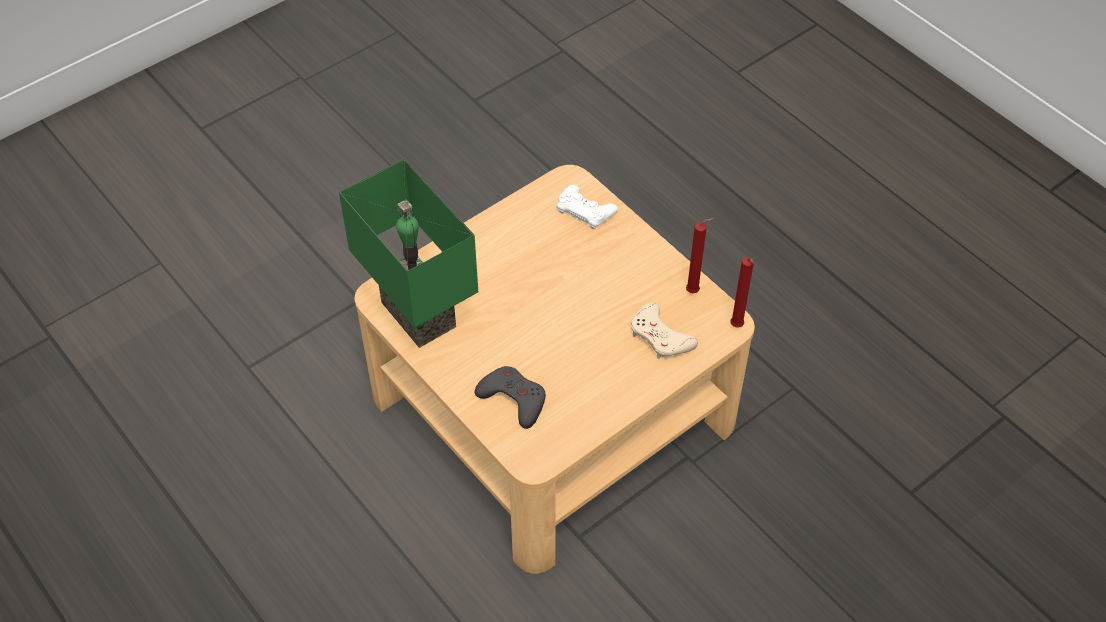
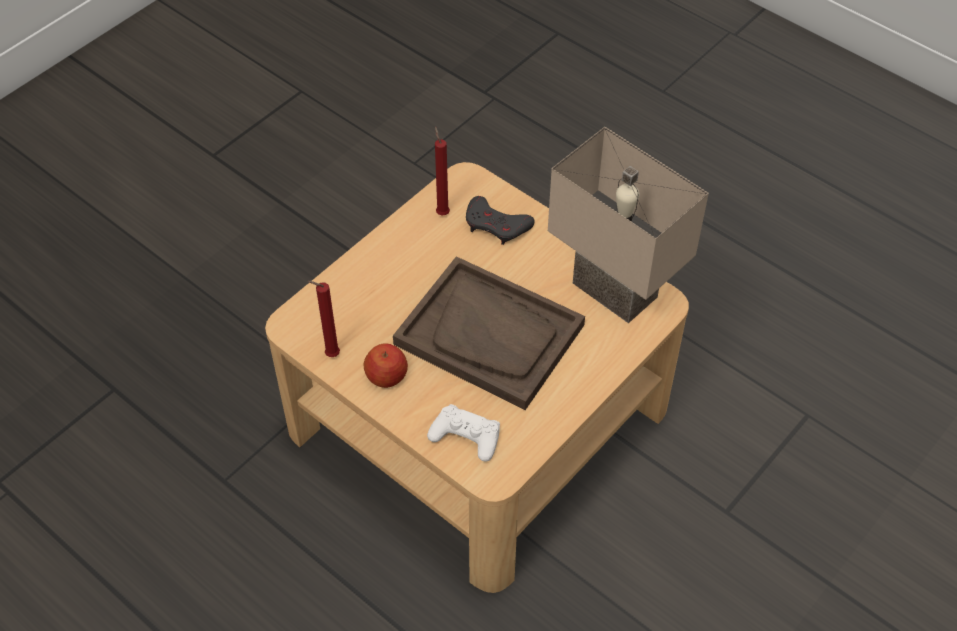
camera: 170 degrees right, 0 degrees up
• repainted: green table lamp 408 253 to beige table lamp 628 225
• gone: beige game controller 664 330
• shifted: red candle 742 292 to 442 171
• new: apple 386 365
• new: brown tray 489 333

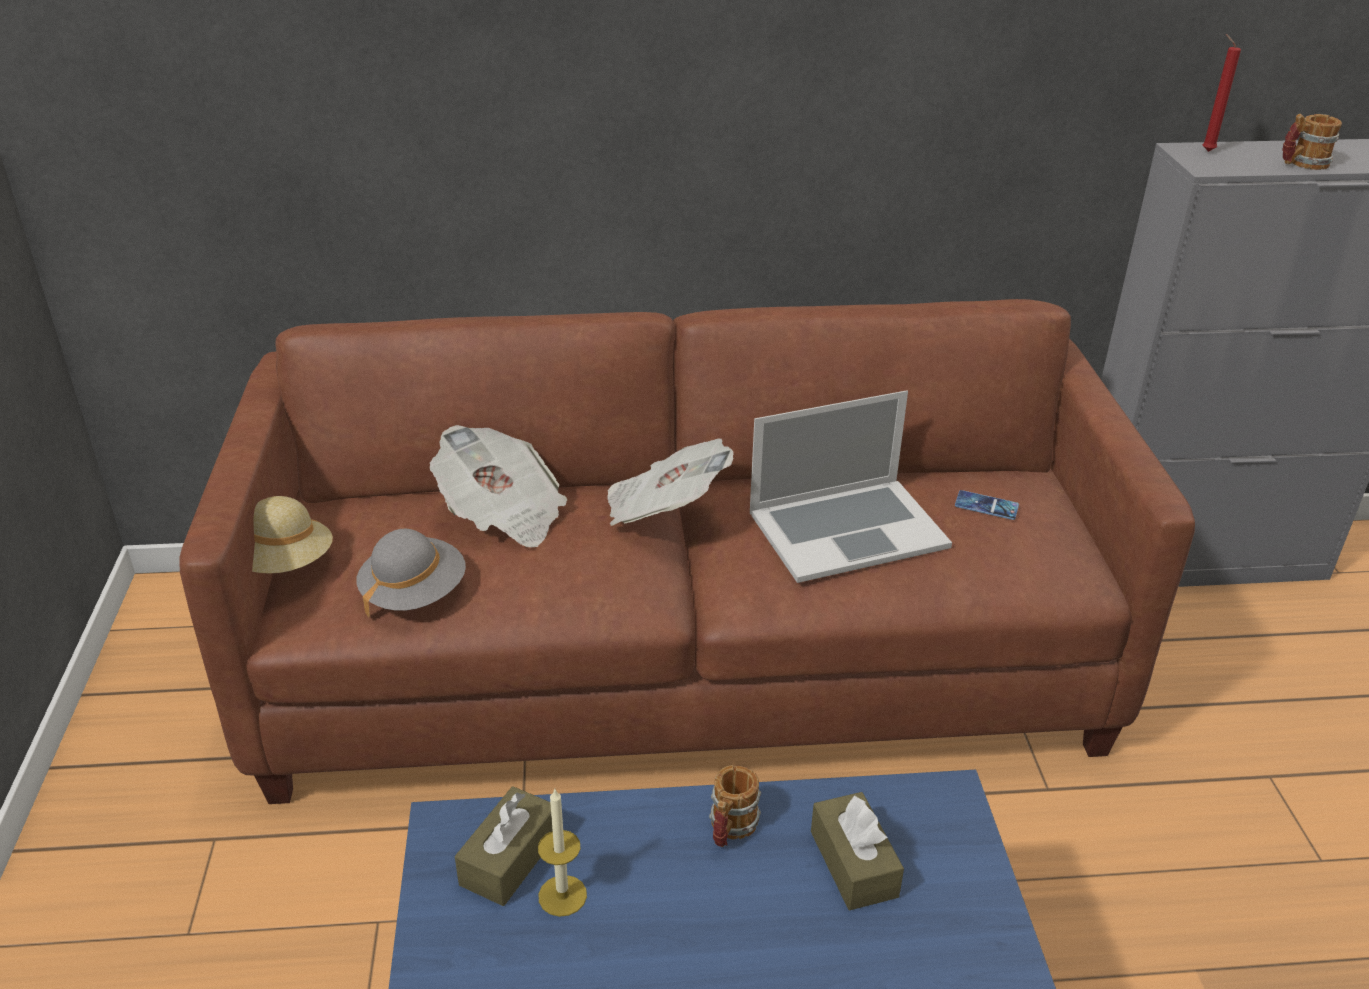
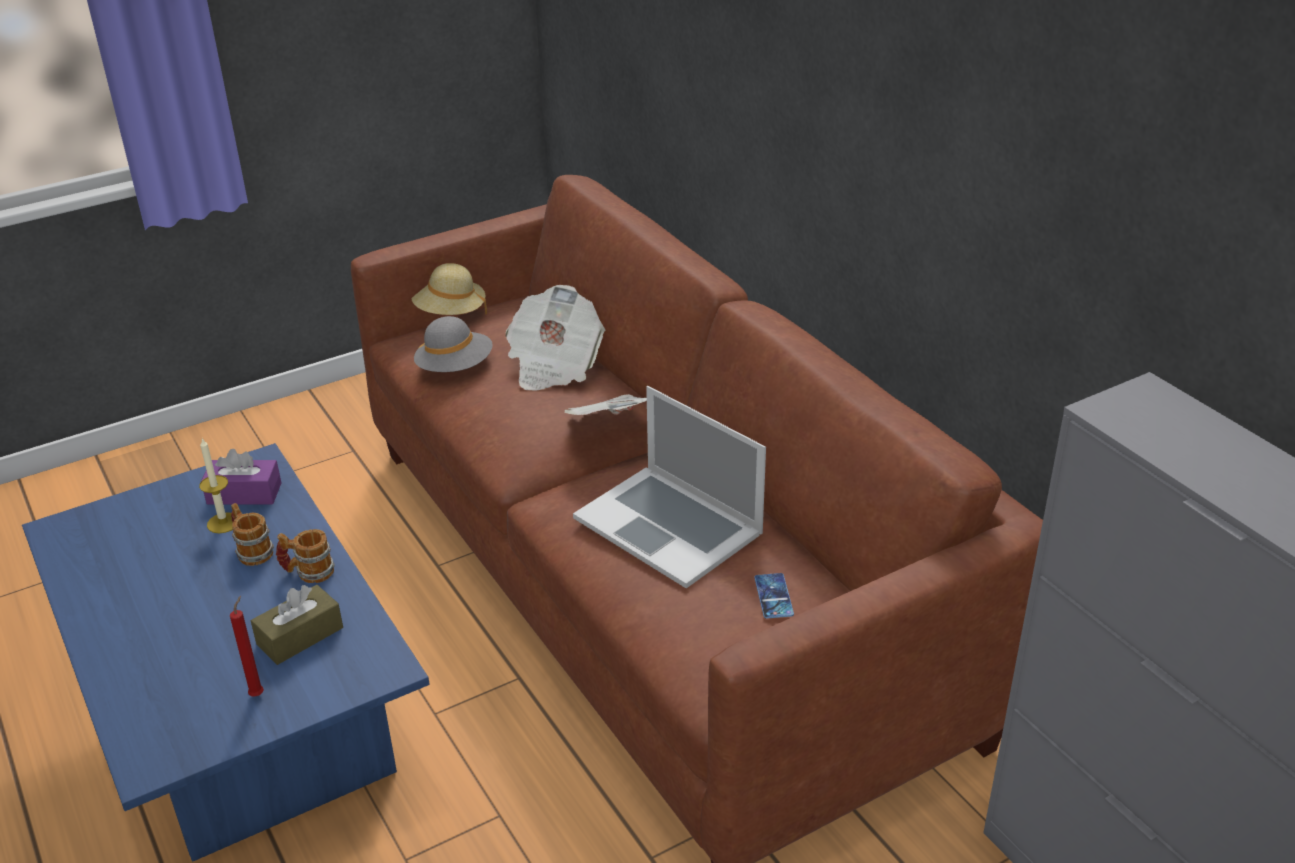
camera: 65 degrees right, 0 degrees up
• repainted: brown tissue box 504 846 to purple tissue box 241 477
• shifted: red candle 1222 93 to 247 646
• shifted: mug 1312 142 to 252 534

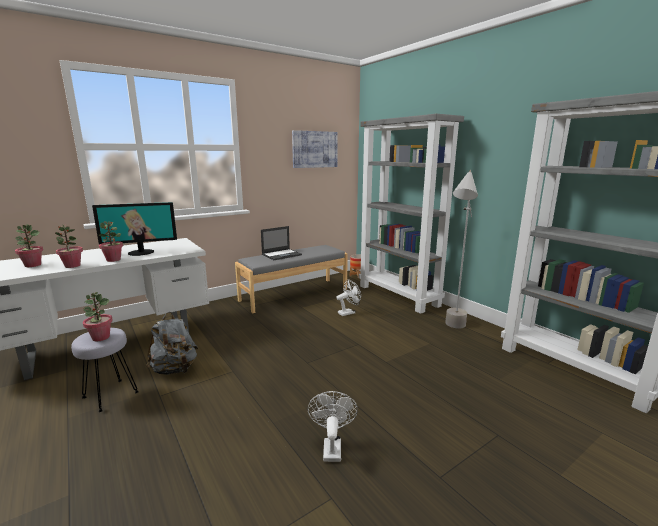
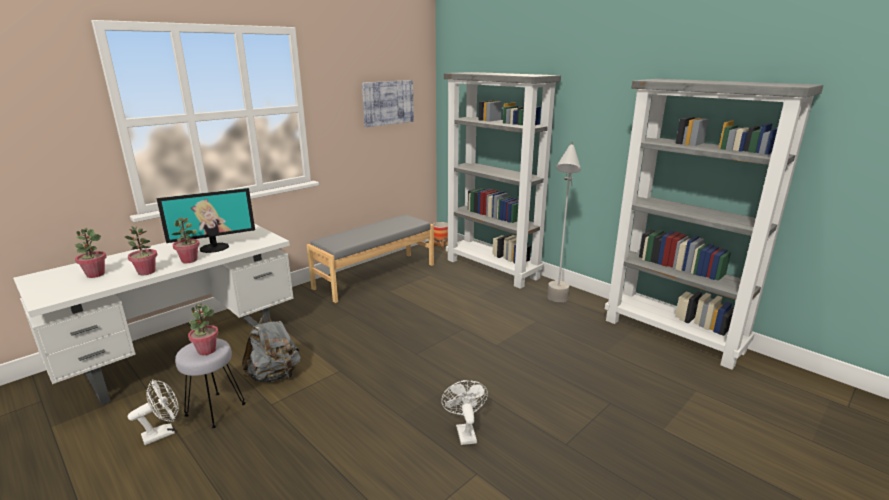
camera: 10 degrees left, 5 degrees up
• gone: laptop 281 243
• shifted: white fan 348 298 to 153 412

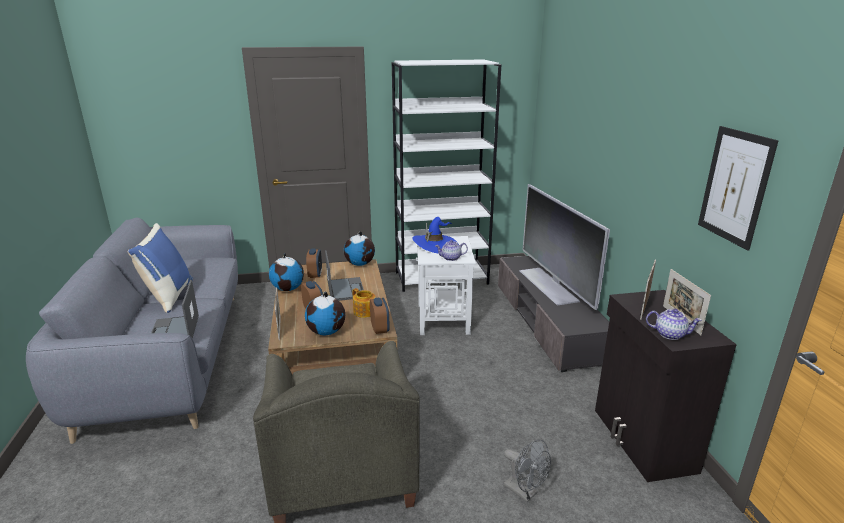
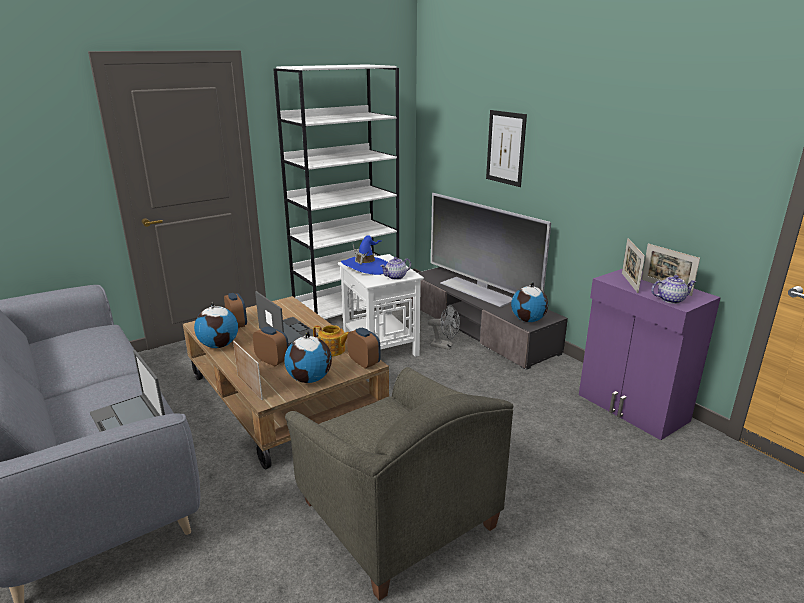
camera: 25 degrees left, 0 degrees up
• gone: blue pillow 160 268
• shifted: globe 359 248 to 529 302
• shifted: grey fan 527 470 to 444 327
• repainted: black cabinet 666 386 to purple cabinet 650 354
• shifted: picture 738 188 to 506 148

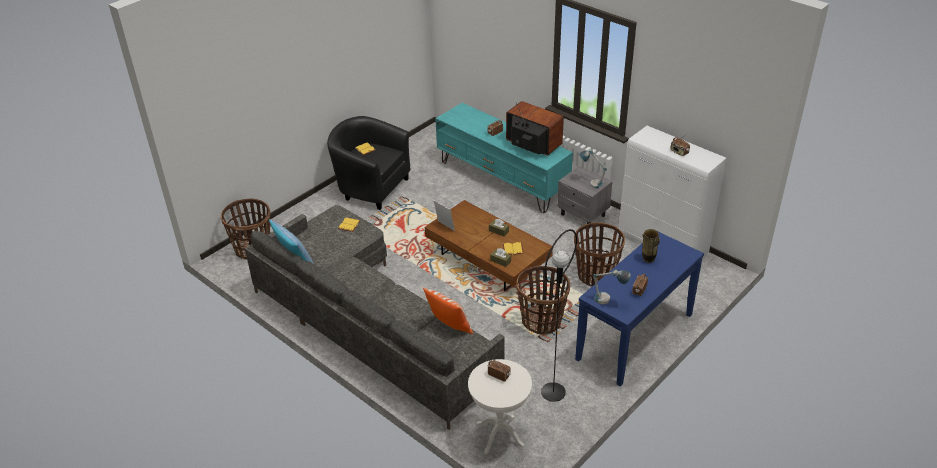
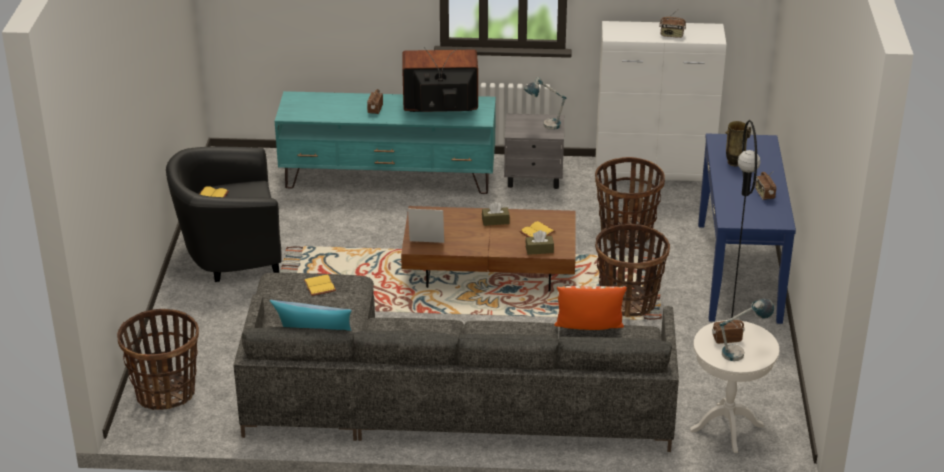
camera: 40 degrees left, 5 degrees down
• shifted: table lamp 612 286 to 746 330

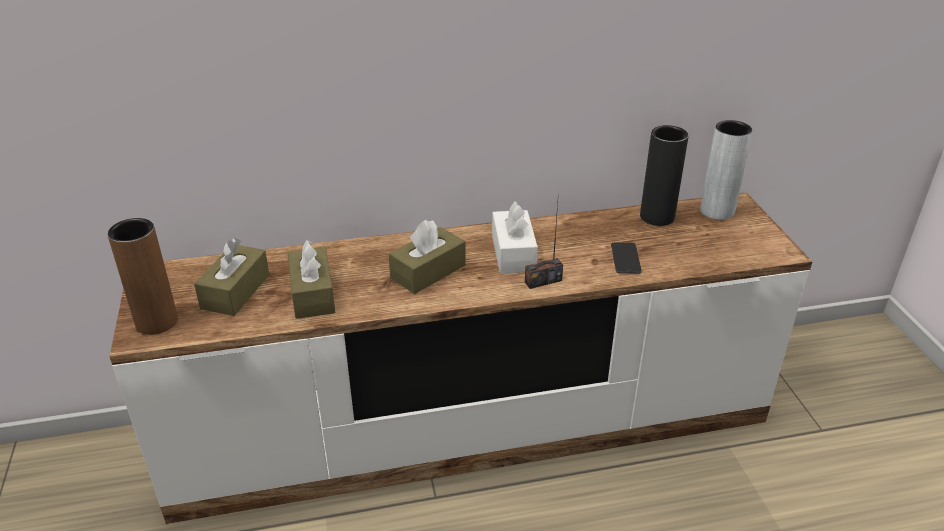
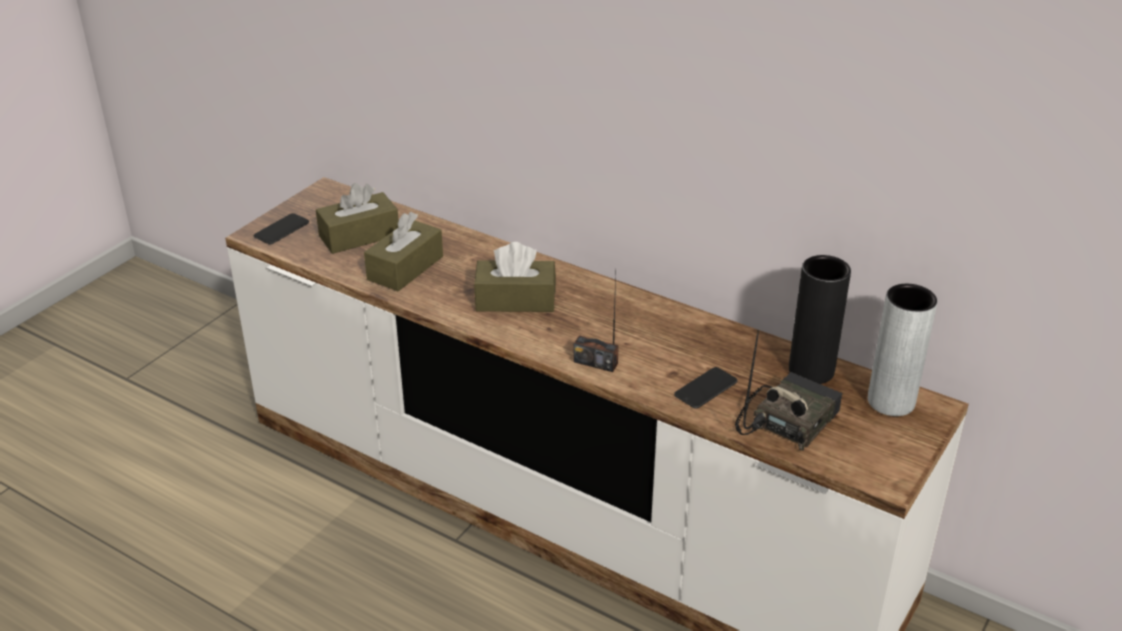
camera: 45 degrees right, 0 degrees up
• swapped: brown vase 142 276 to phone 281 228
• gone: white tissue box 515 237
• new: radio 788 390

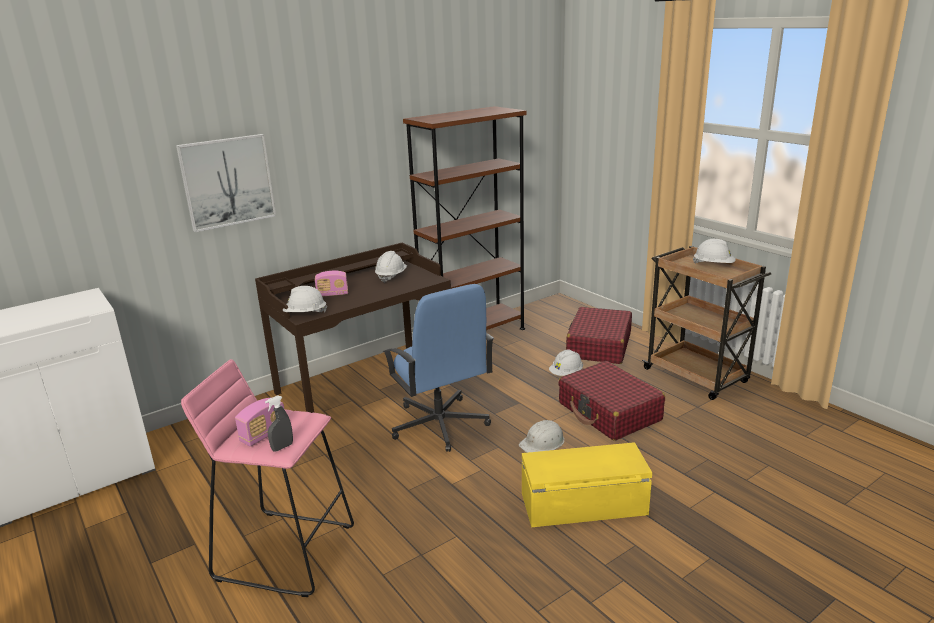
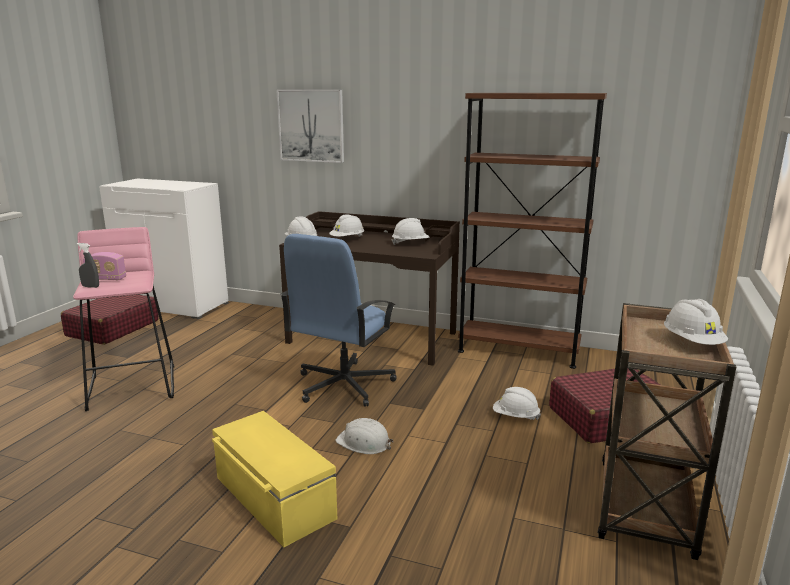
camera: 55 degrees right, 5 degrees down
• swapped: radio 331 284 to white hard hat 346 225
• shifted: red suitcase 611 401 to 110 320

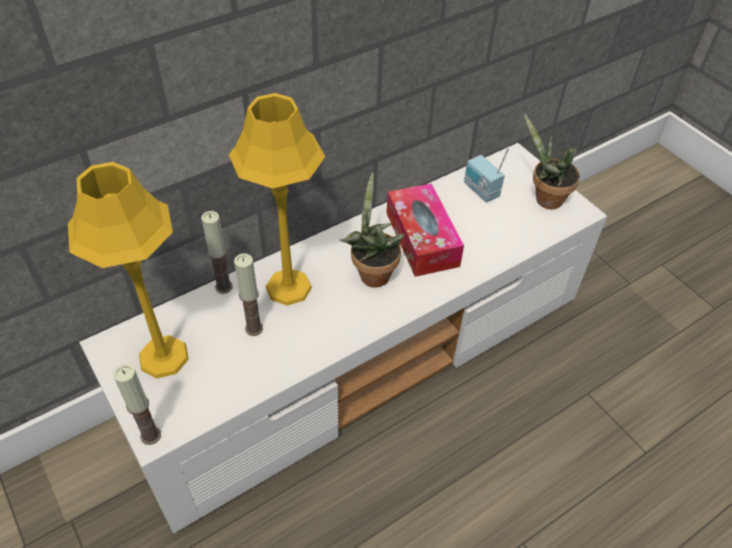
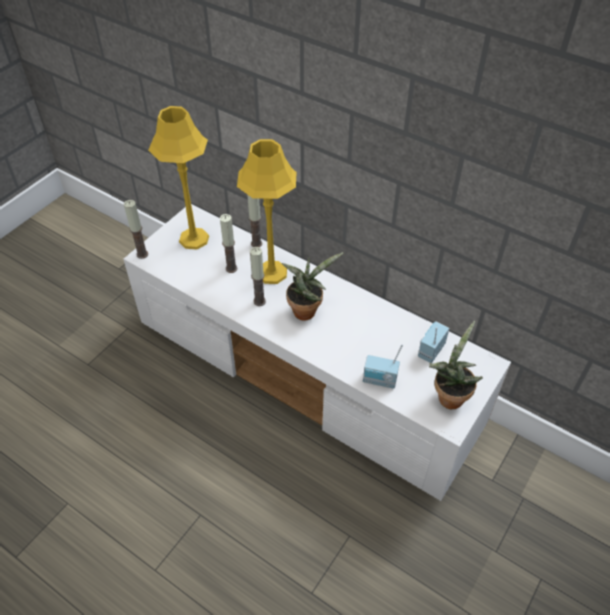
camera: 70 degrees right, 0 degrees up
• gone: tissue box 425 230
• new: candle 258 276
• new: radio 383 366

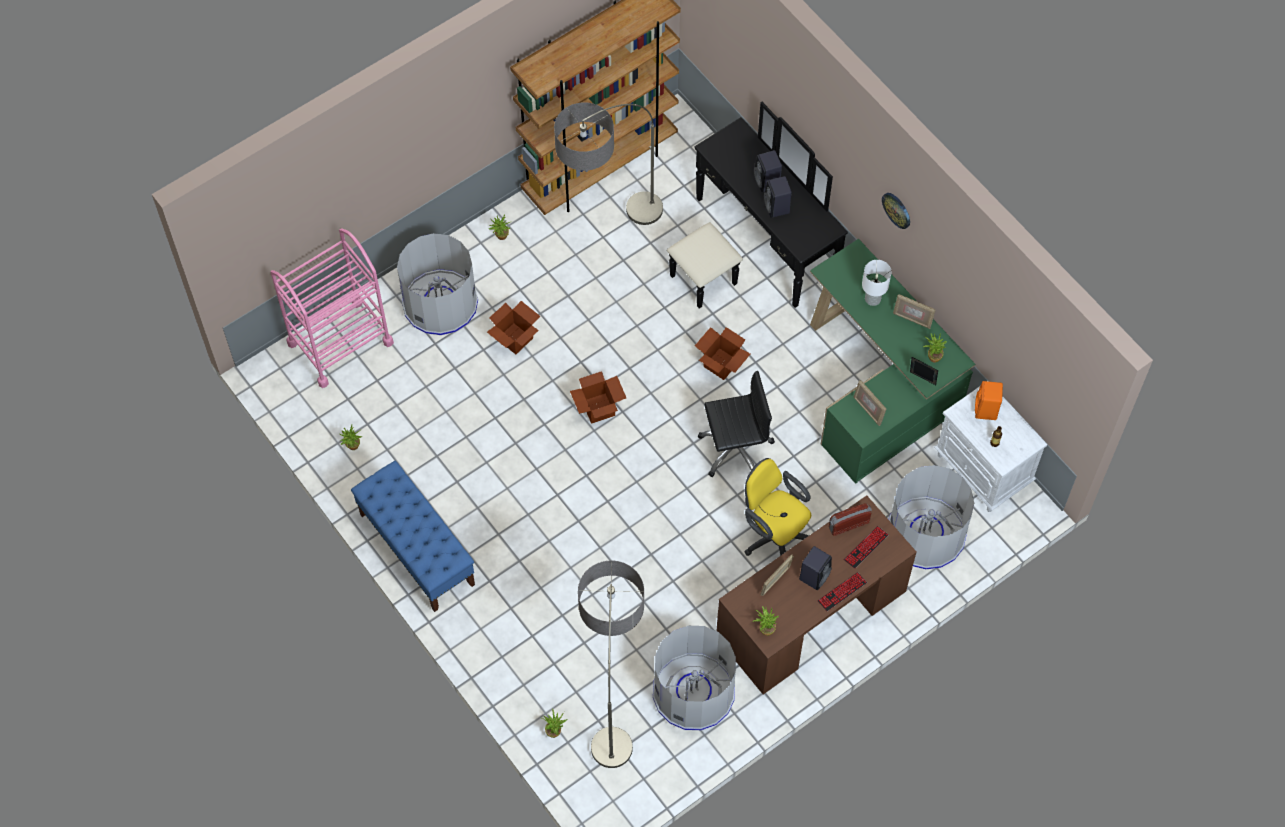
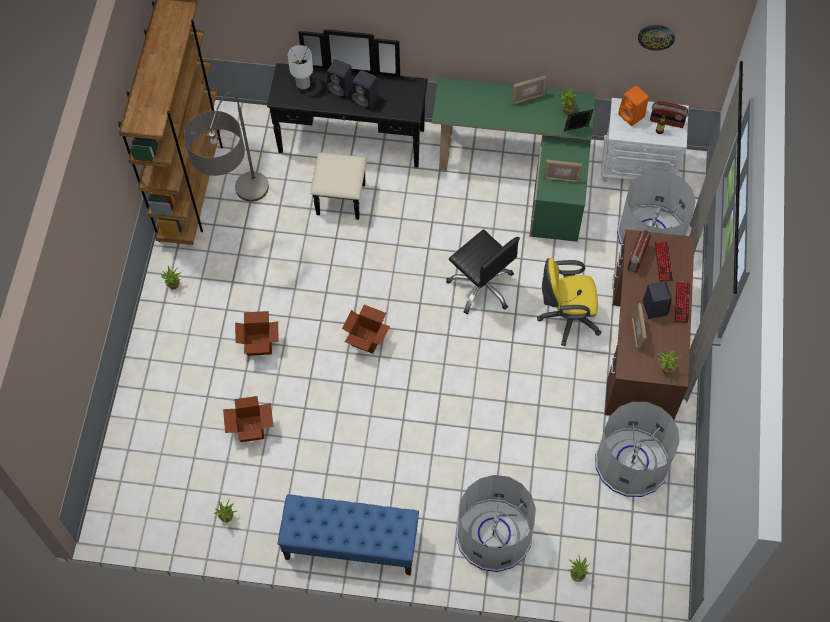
camera: 45 degrees left, 0 degrees up
• gone: pink cart 332 308
• shifted: grey trash can 437 284 to 496 523
• gone: floor lamp 611 664
• shifted: cardboard box 722 353 to 248 419
• rotated: black office chair 736 424 = 483 271 105 degrees clockwise
• shifted: white table lamp 877 283 to 300 67
• shifted: wall clock 896 211 to 656 38
• new: radio 669 114

